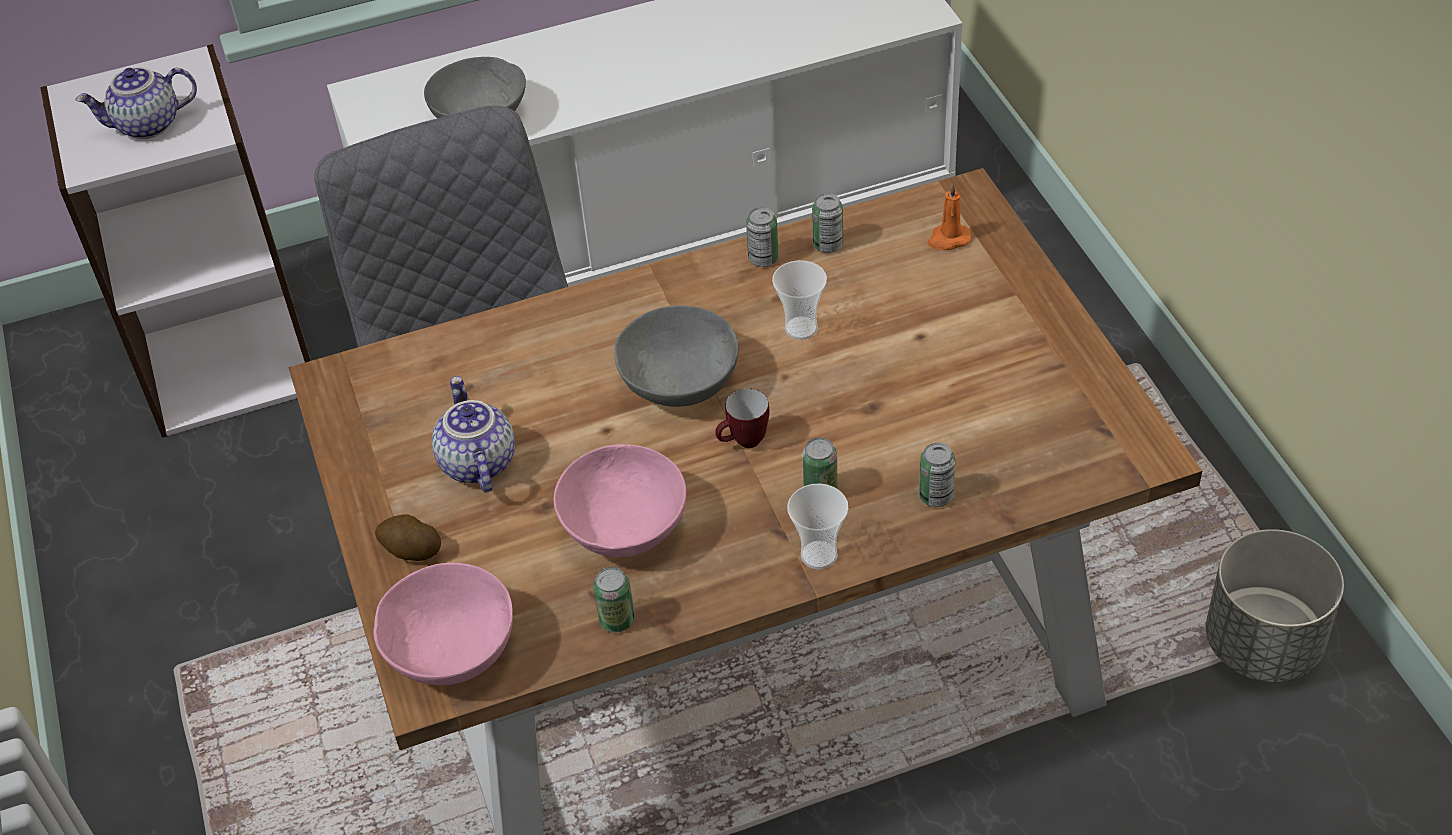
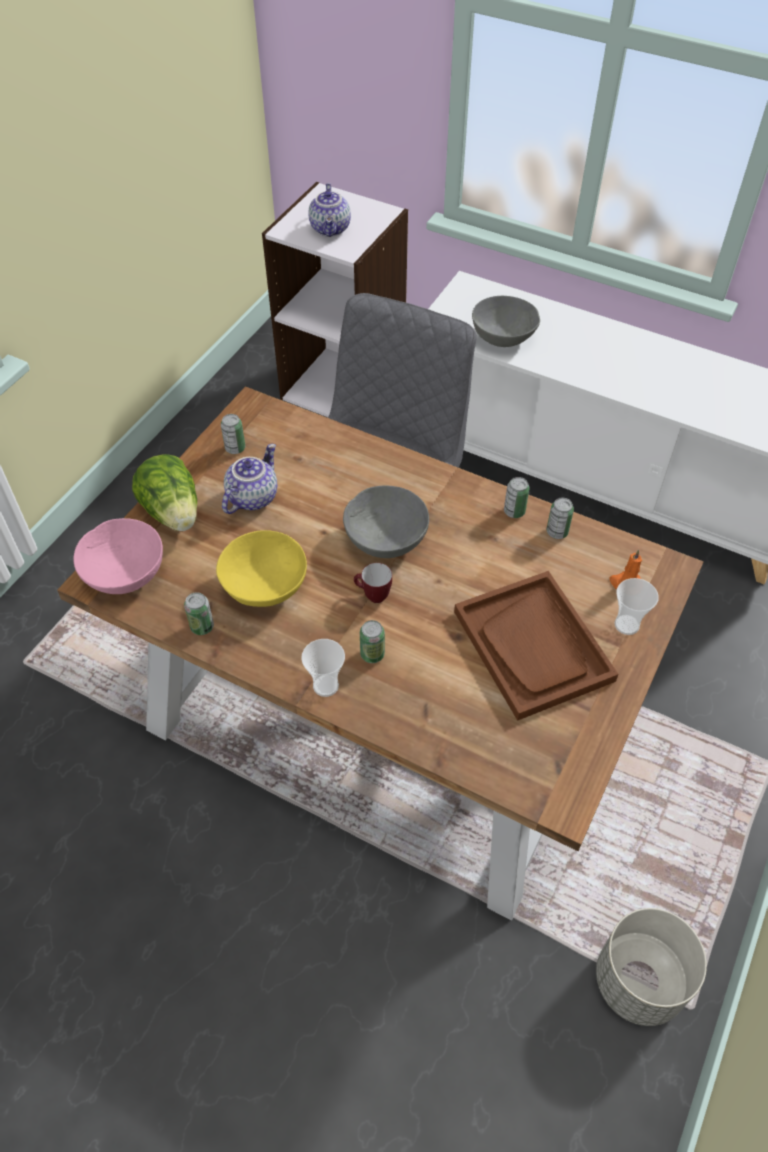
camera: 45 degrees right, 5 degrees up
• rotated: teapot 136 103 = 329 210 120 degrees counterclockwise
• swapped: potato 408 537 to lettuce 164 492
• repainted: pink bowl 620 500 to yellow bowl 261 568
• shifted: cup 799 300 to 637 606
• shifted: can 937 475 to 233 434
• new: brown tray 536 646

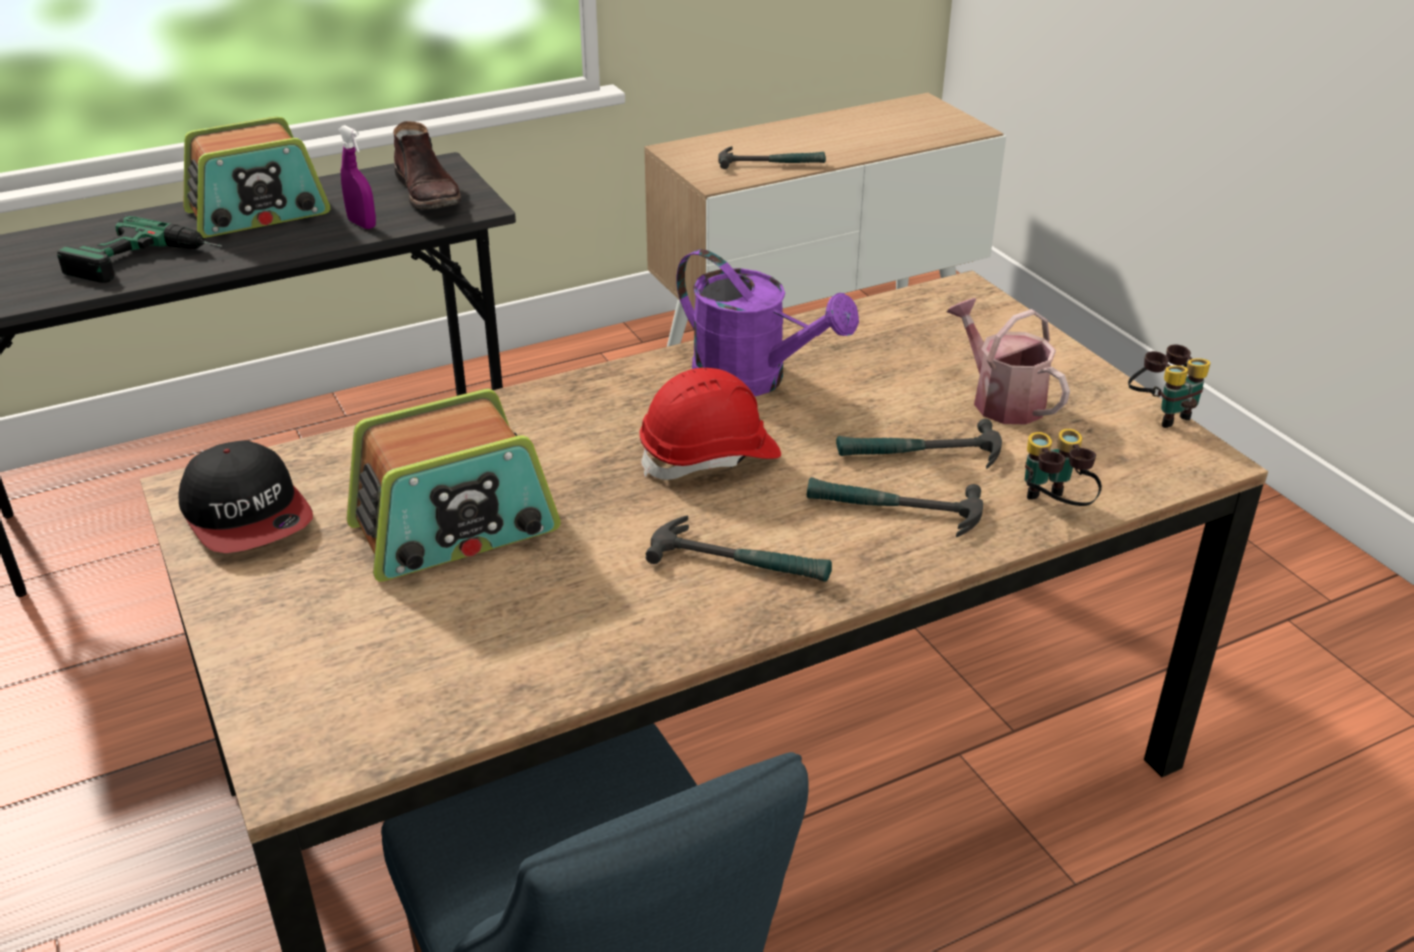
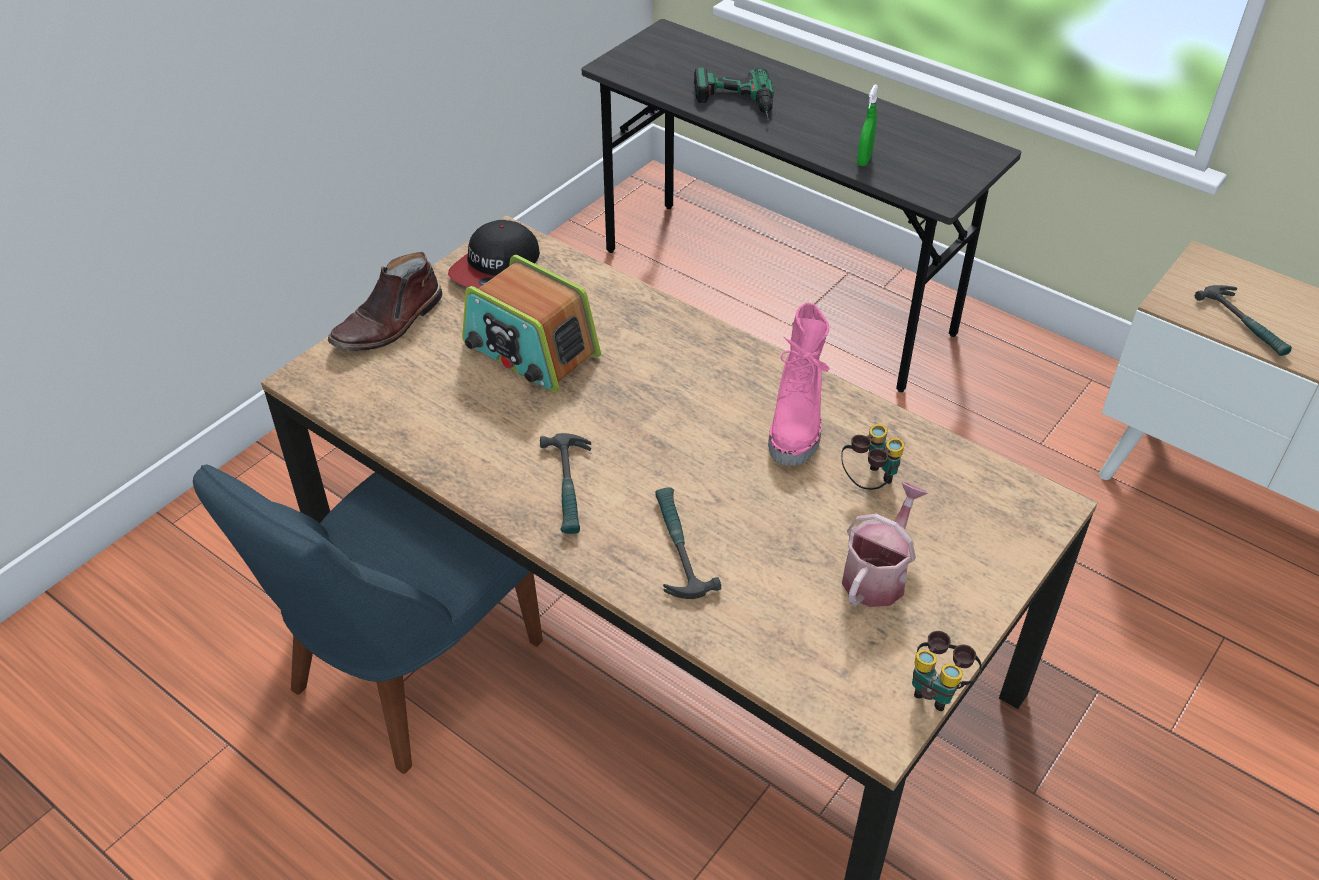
camera: 65 degrees right, 10 degrees up
• gone: radio 257 177
• repainted: purple spray bottle 357 177 to green spray bottle 867 125
• shifted: brown boot 427 165 to 385 301
• gone: red hard hat 710 424
• swapped: purple watering can 767 322 to pink boot 799 384
• gone: hammer 919 444
• shifted: binoculars 1063 467 to 872 457

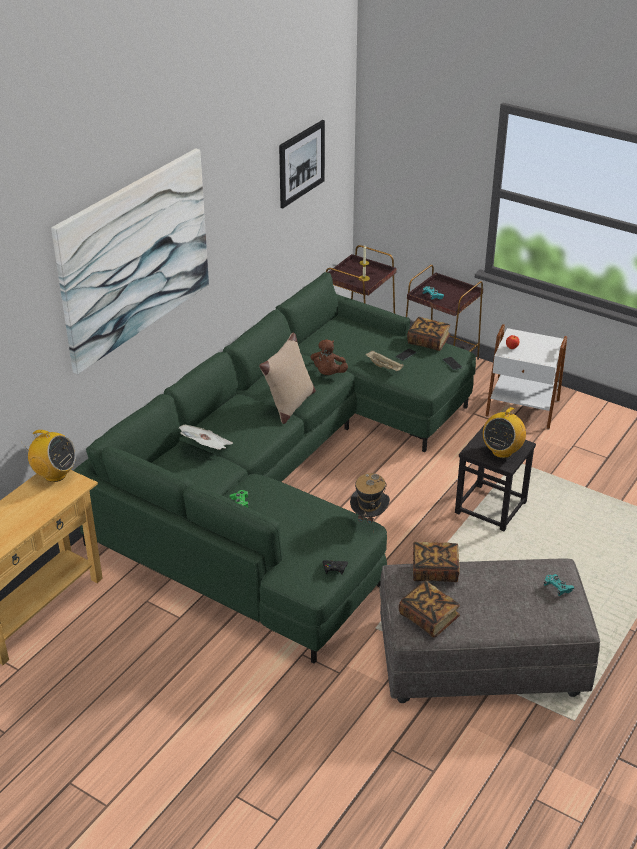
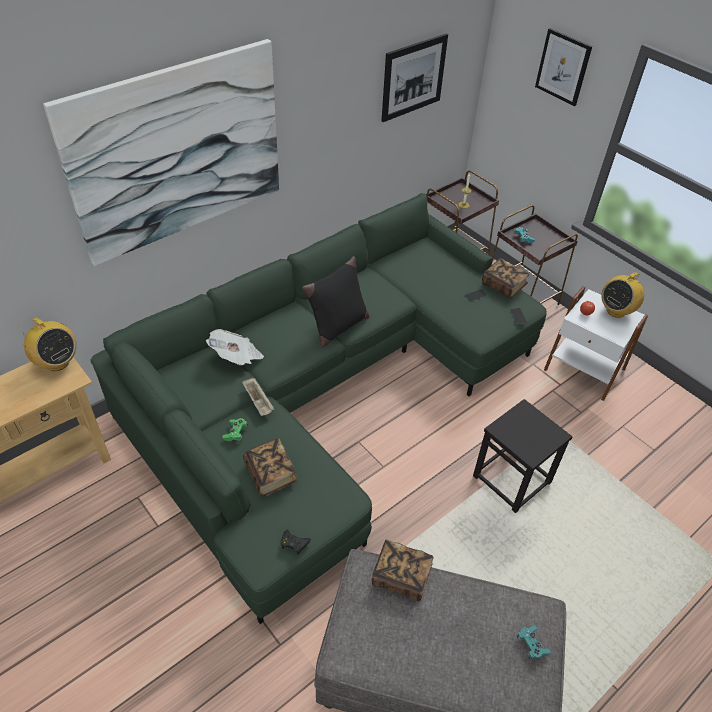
camera: 15 degrees right, 10 degrees up
• repainted: beige pillow 287 378 to black pillow 336 301
• gone: brown plush toy 329 357
• gone: hat 370 502
• shifted: beige tray 385 361 to 258 397
• shifted: book 429 609 to 270 467
• shifted: radio 504 431 to 622 294
• new: picture 563 67

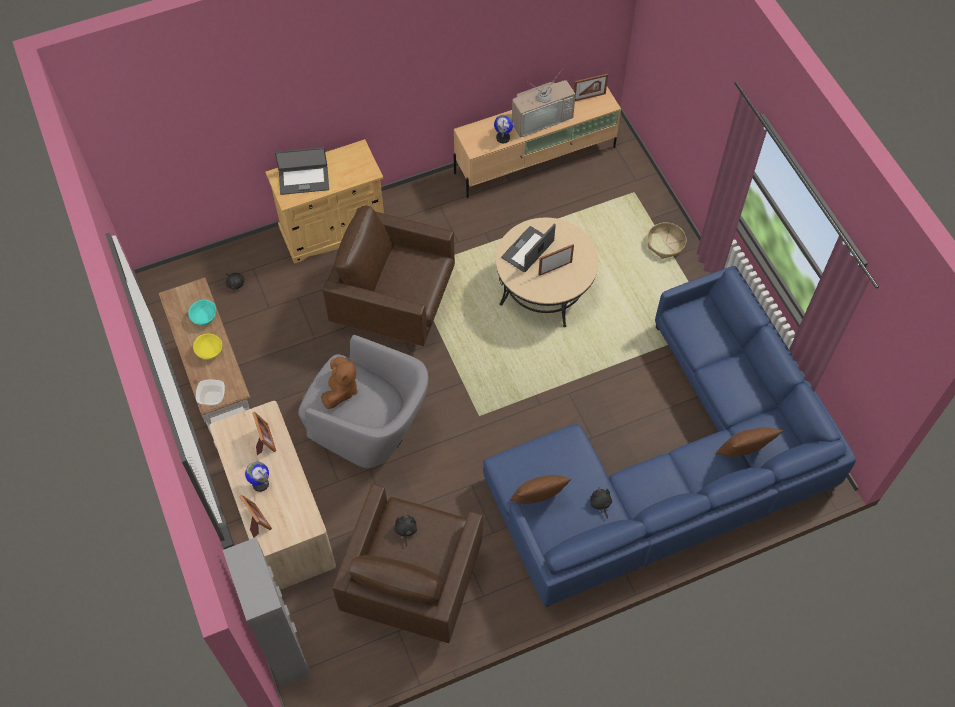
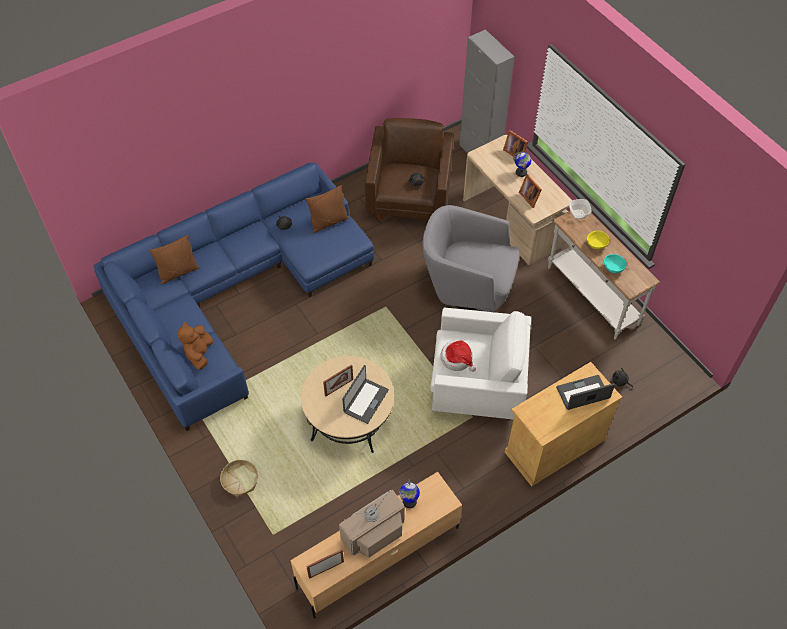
camera: 170 degrees right, 5 degrees down
• shifted: brown plush toy 339 383 to 195 346
• repainted: brown armchair 389 276 to white armchair 480 363
• new: hat 458 356

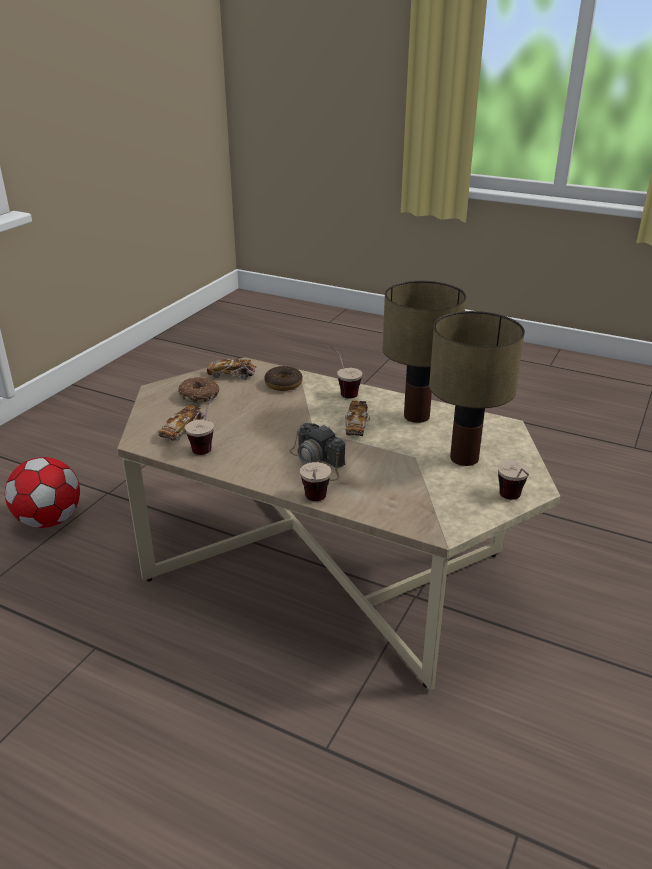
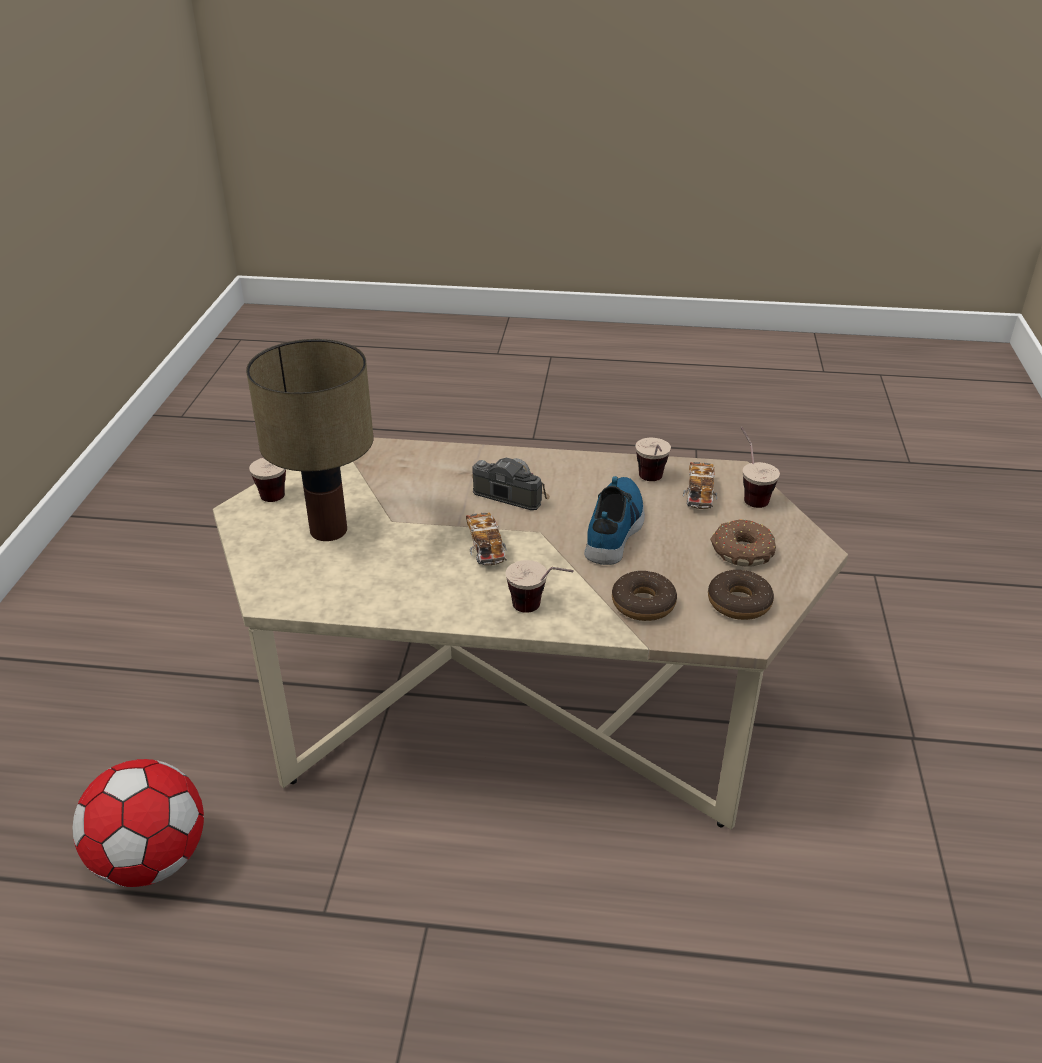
camera: 160 degrees right, 5 degrees up
• shifted: football 42 492 to 138 823
• swapped: toy car 232 369 to donut 741 595
• shifted: cup 315 481 to 760 467
• gone: table lamp 424 352
• new: shoe 614 520

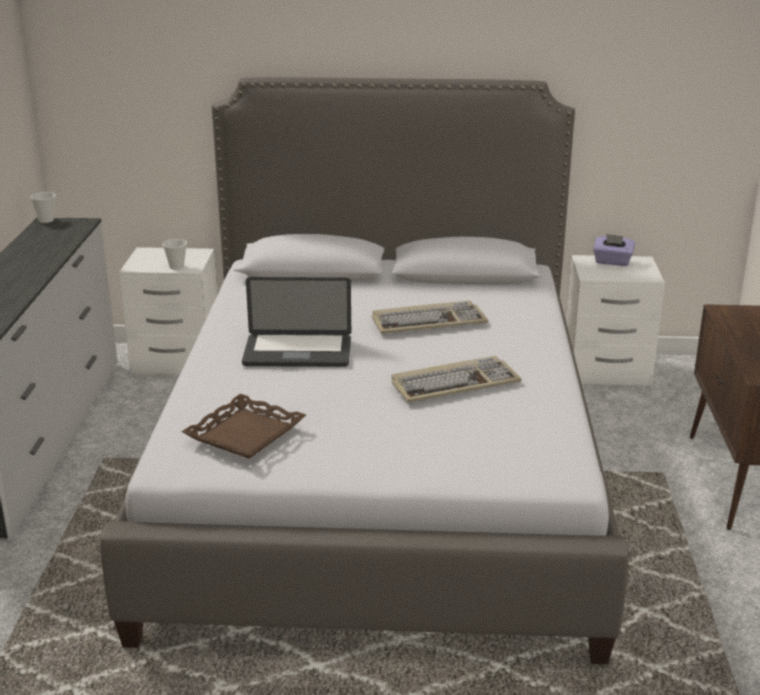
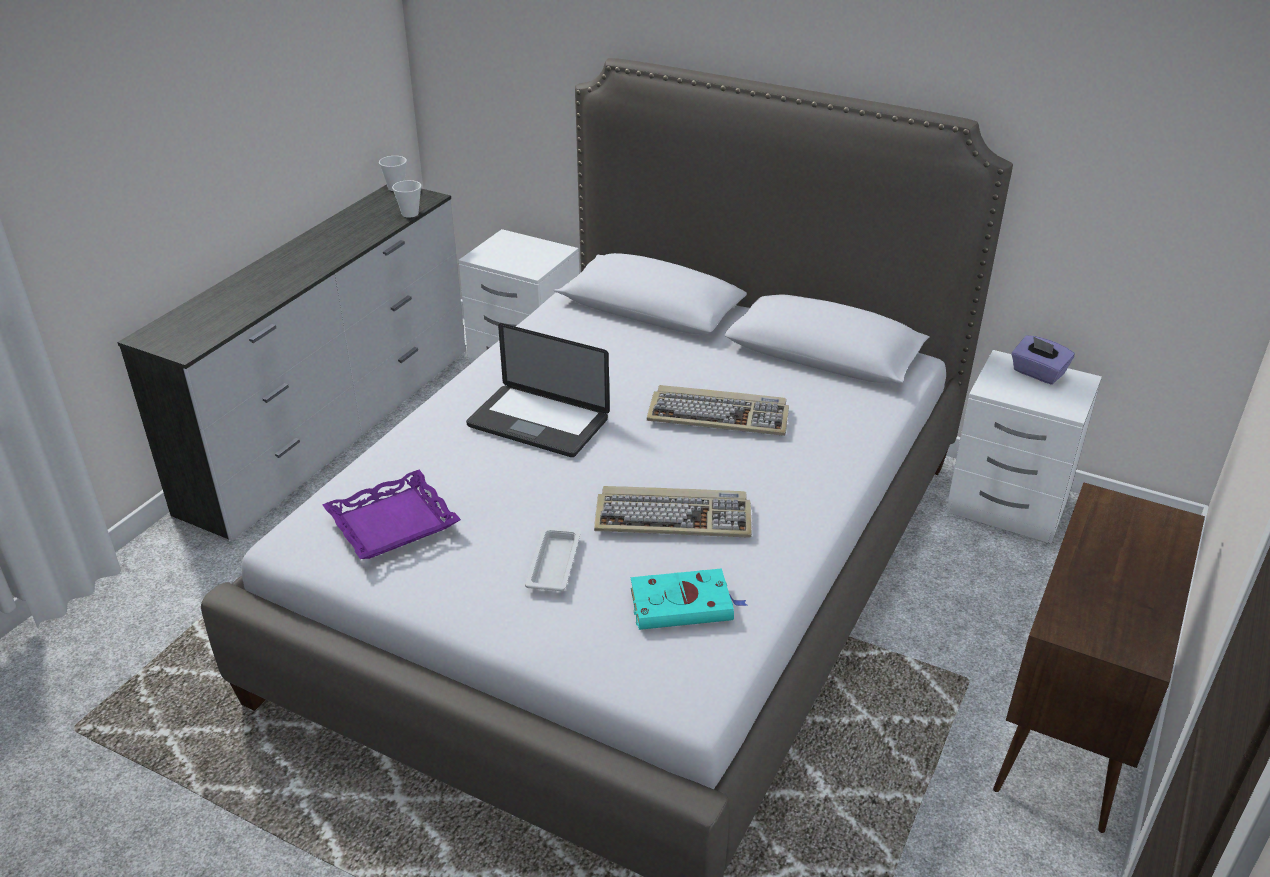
camera: 25 degrees right, 10 degrees up
• shifted: cup 174 254 to 406 199
• repainted: brown tray 244 426 to purple tray 391 514
• new: white tray 553 558
• new: turquoise book 689 599

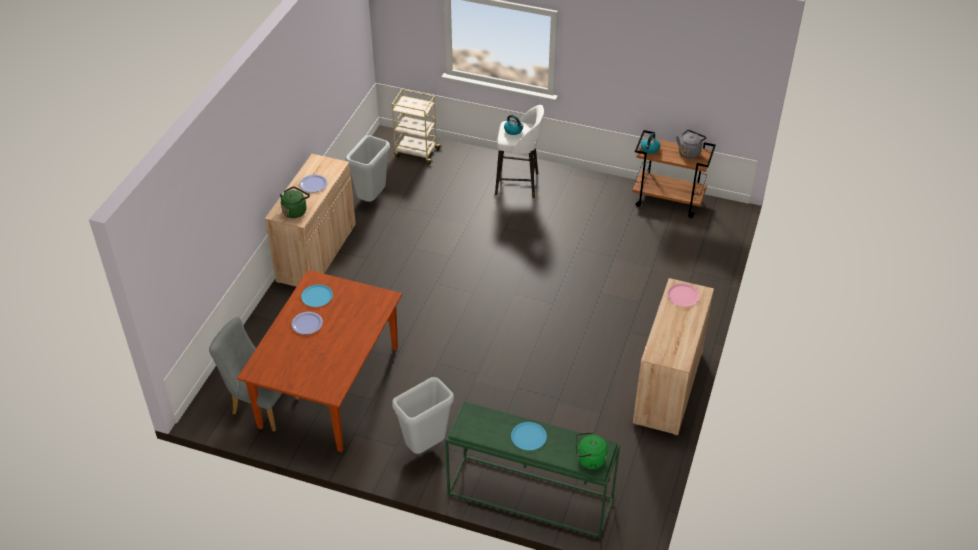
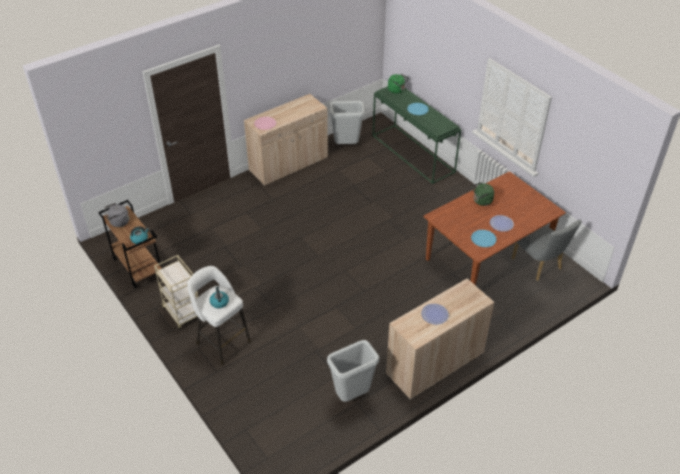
camera: 145 degrees left, 0 degrees up
• shifted: green kettle 295 202 to 482 194
• shifted: beige cart 417 126 to 176 292
• shifted: grey trash can 423 415 to 347 122

